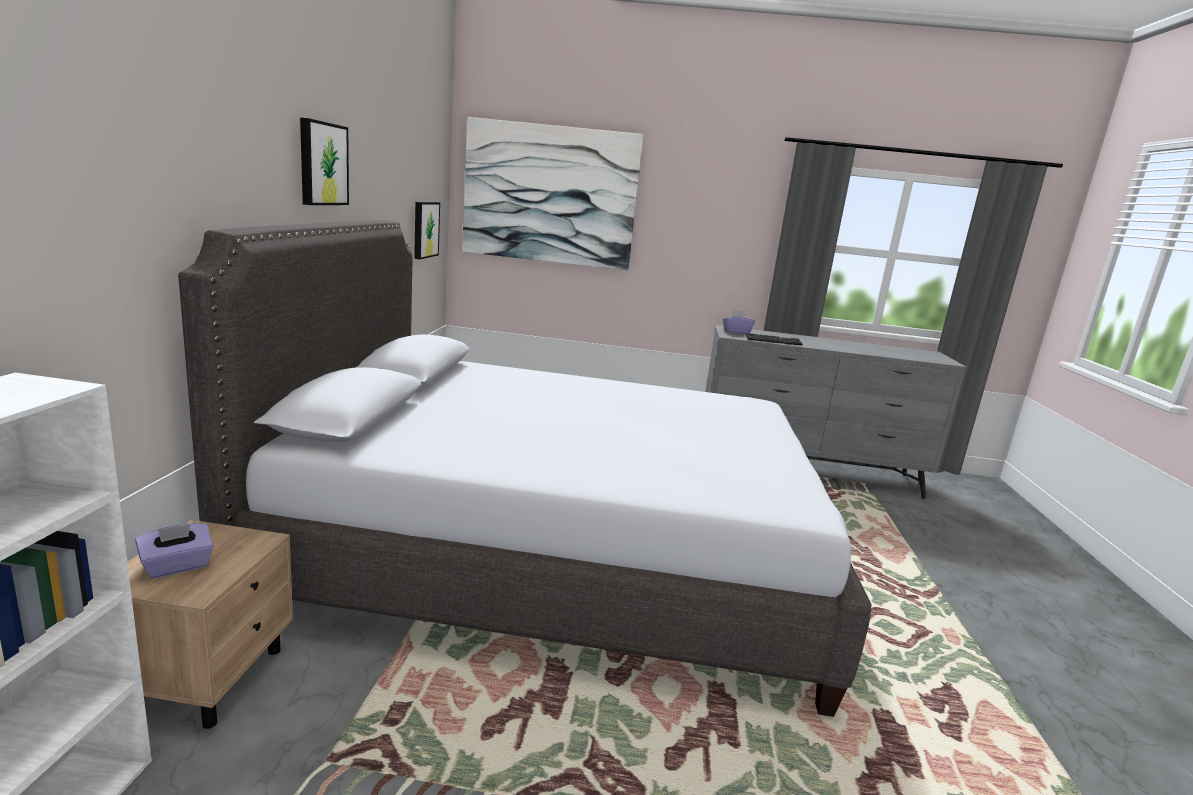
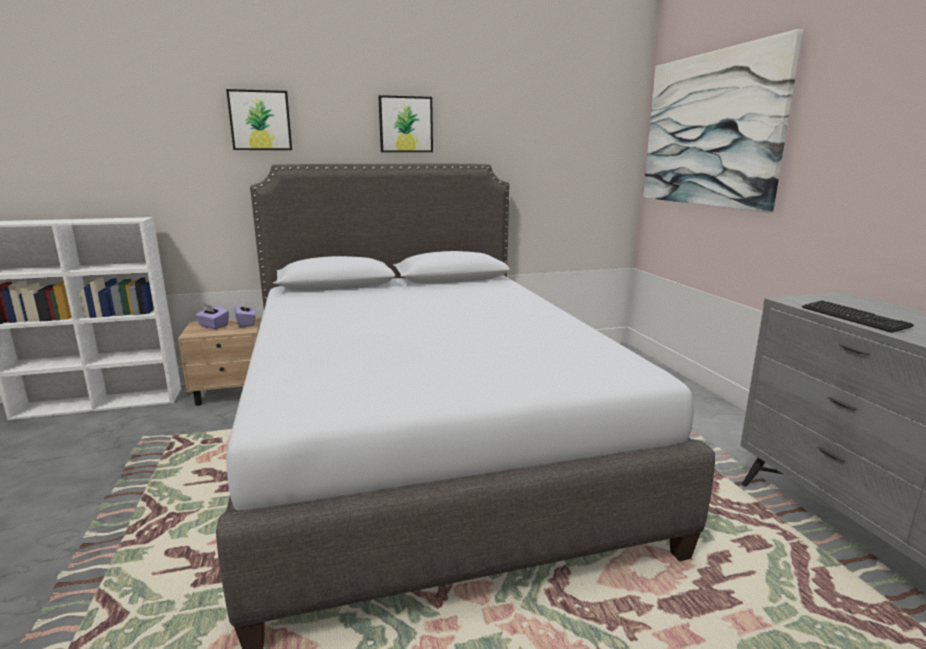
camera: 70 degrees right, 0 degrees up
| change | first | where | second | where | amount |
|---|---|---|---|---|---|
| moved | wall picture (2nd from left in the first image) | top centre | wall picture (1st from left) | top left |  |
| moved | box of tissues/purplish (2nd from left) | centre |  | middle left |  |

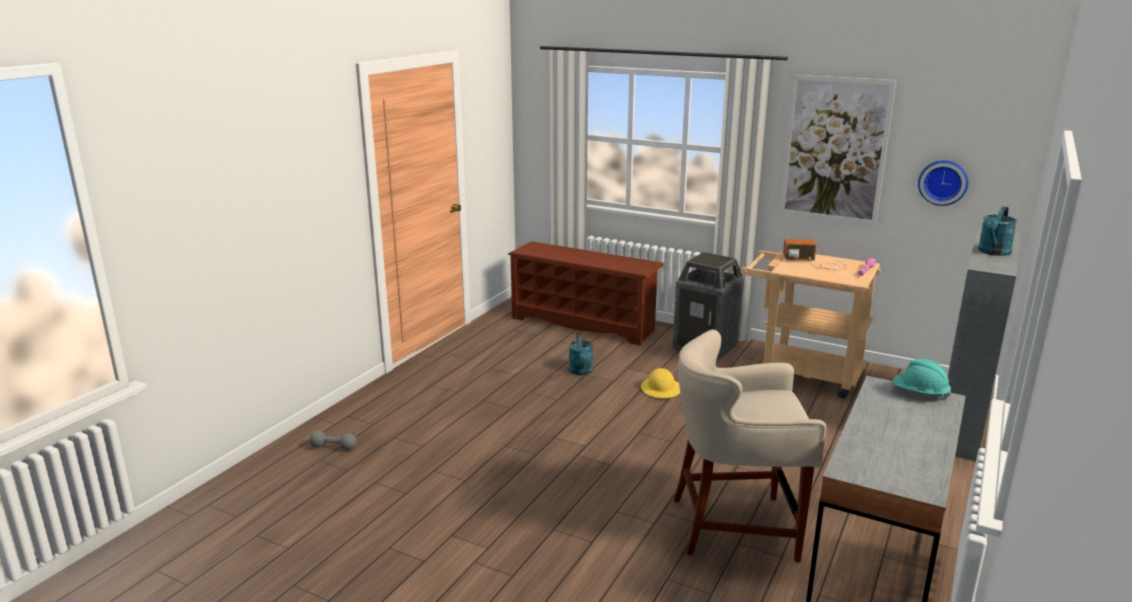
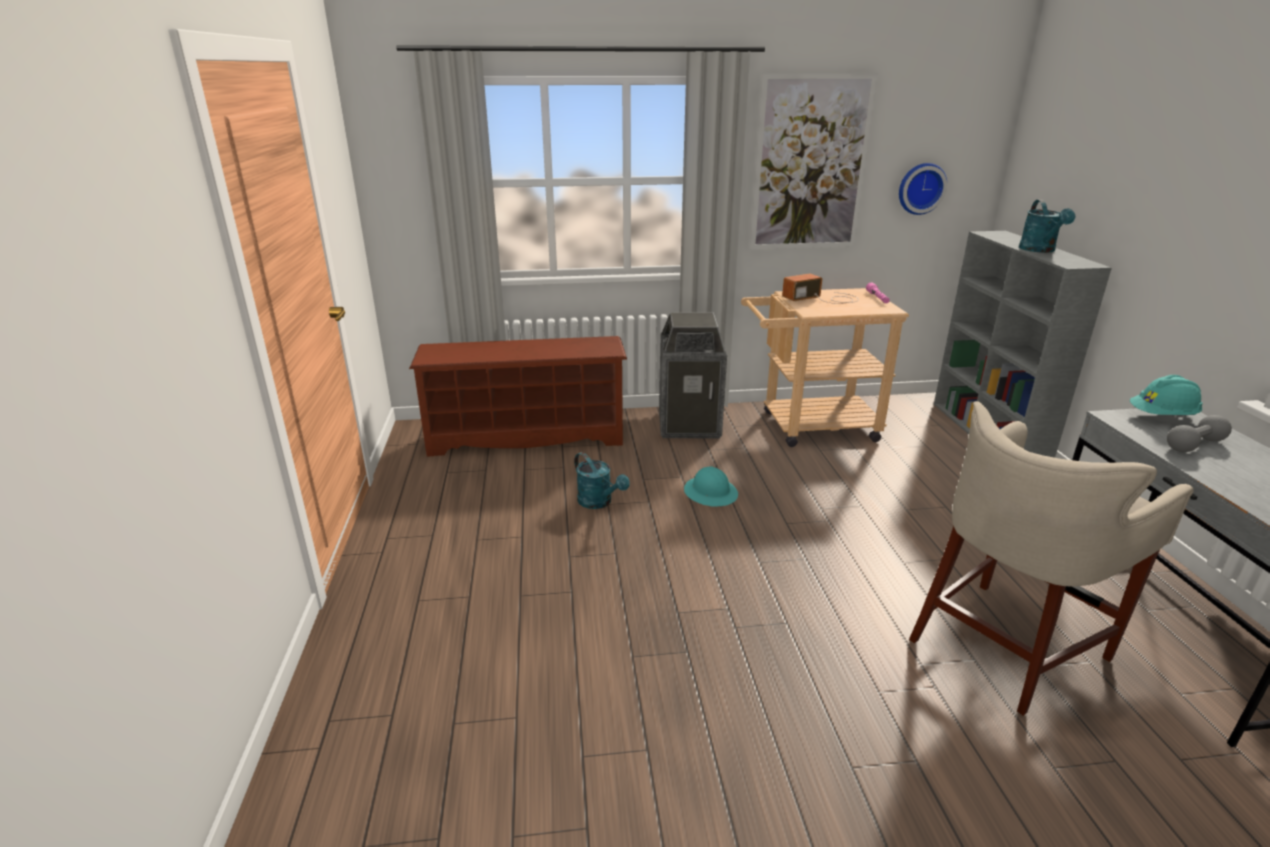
camera: 35 degrees left, 5 degrees up
| change | first | where | second | where | amount |
|---|---|---|---|---|---|
| recoloured | safety helmet/yellow | centre | safety helmet/turquoise-coloured (1st from left) | centre |  |
| moved | hand weight/grey | bottom left |  | middle right |  |

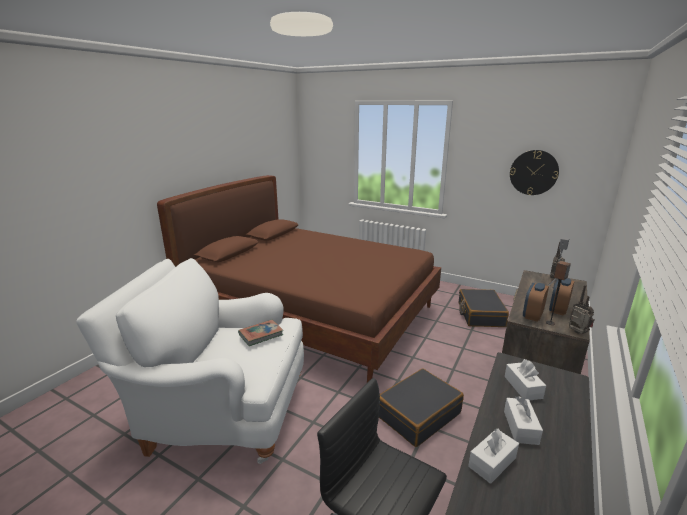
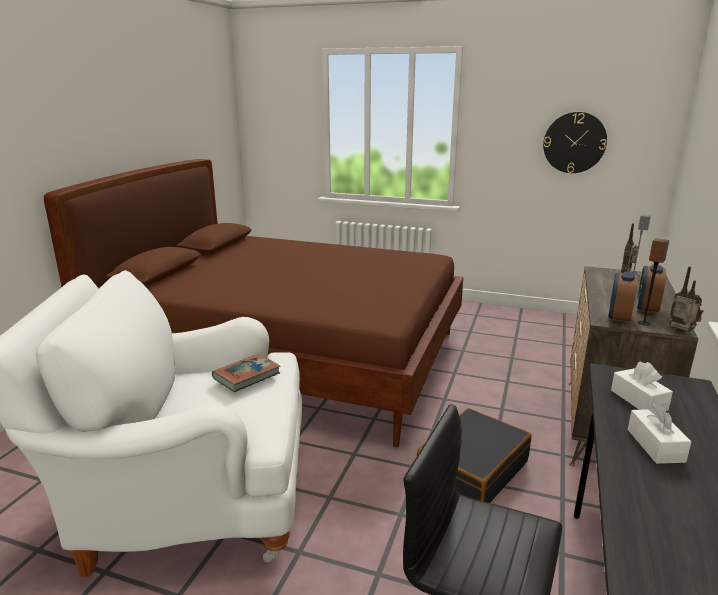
camera: 10 degrees left, 0 degrees up
| change | first | where | second | where | amount |
|---|---|---|---|---|---|
| removed | travel case/blackish (2nd from left) | middle right |  |  |  |
| removed | box of tissues/white-coloured (1st from left) | bottom right |  |  |  |

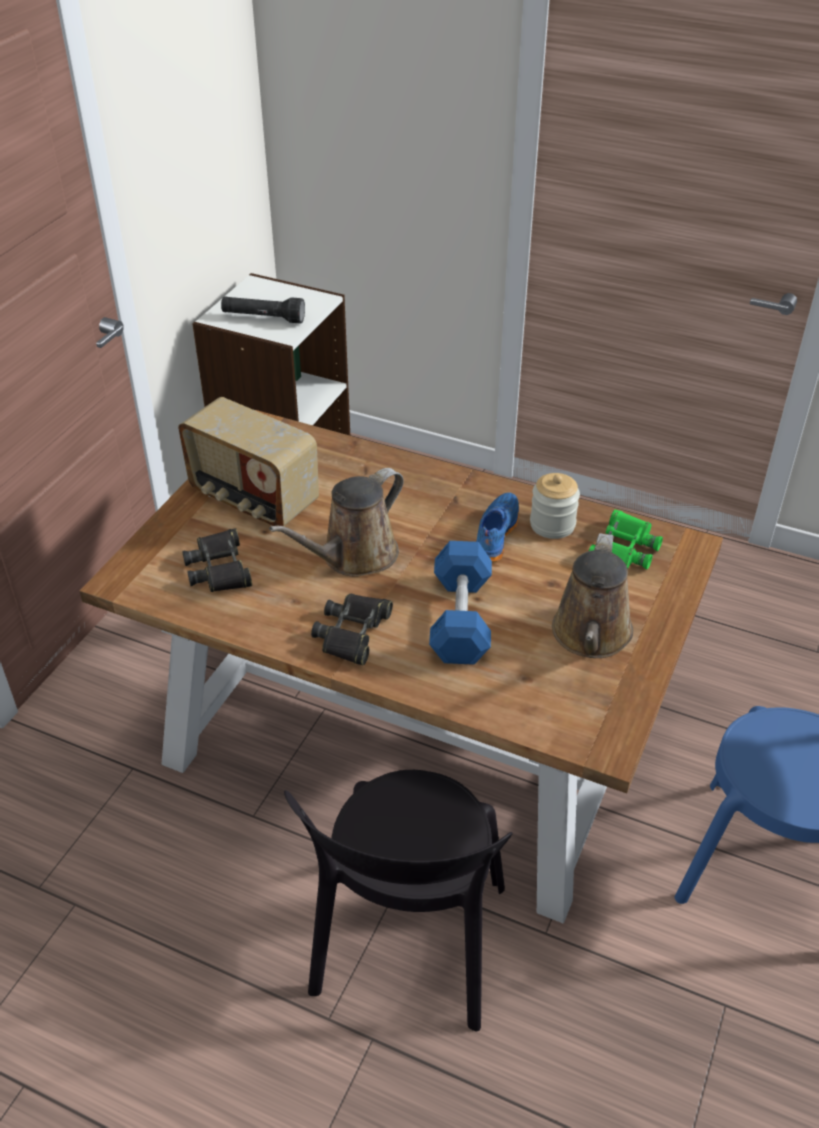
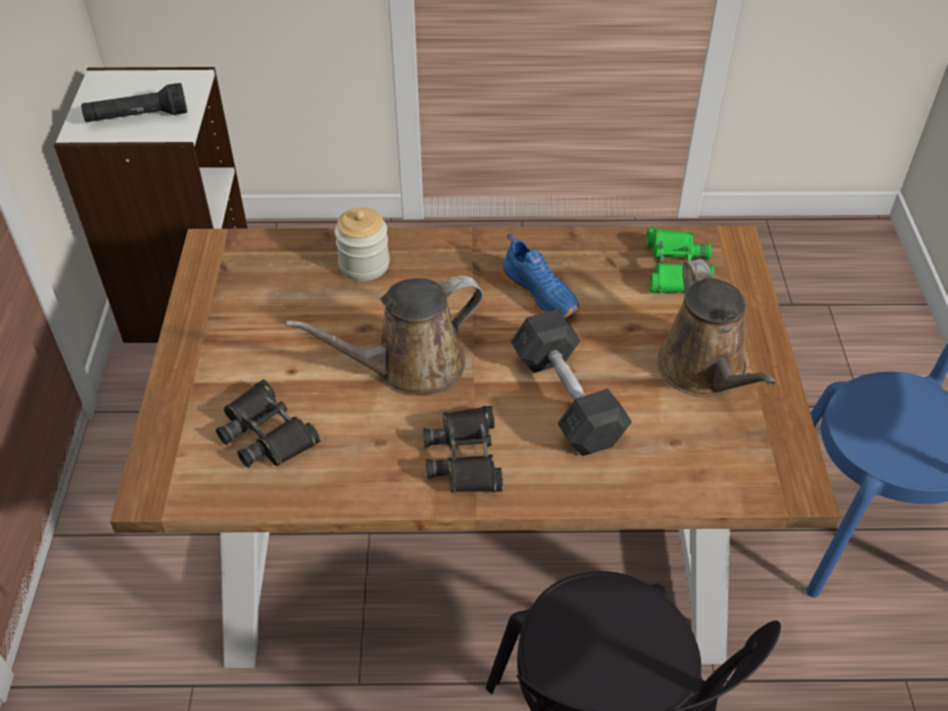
camera: 25 degrees left, 5 degrees up
| change | first | where | second | where | amount |
|---|---|---|---|---|---|
| removed | radio | middle left |  |  |  |
| turned | sprinkling can/brown-coloured (1st from left) | centre |  | centre | 45 degrees clockwise |
| moved | storage jar | middle right |  | centre |  |
| turned | item of footwear/blue-coloured | centre |  | centre | 150 degrees clockwise |
| recoloured | hand weight/blue-coloured | centre | hand weight/grey | centre |  |

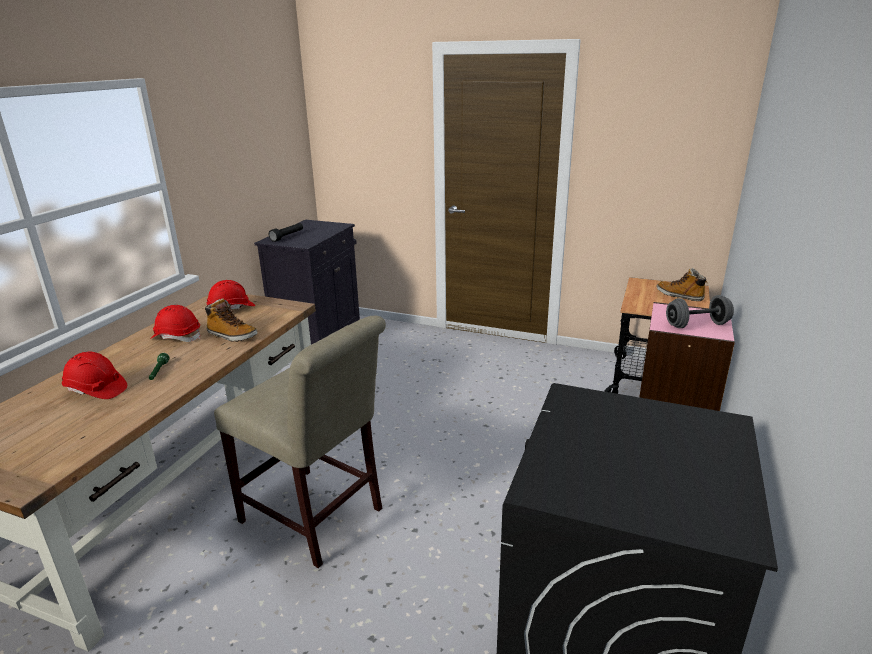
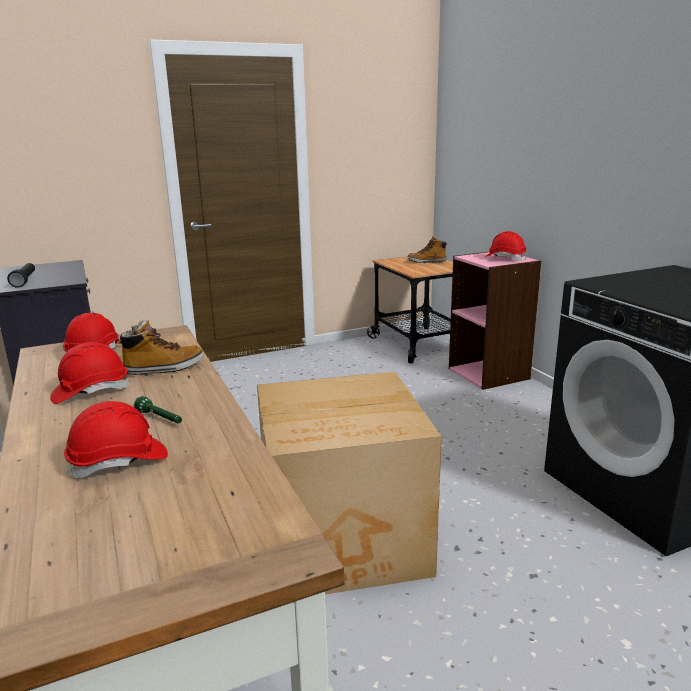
camera: 45 degrees left, 5 degrees down
| change | first | where | second | where | amount |
|---|---|---|---|---|---|
| replaced | hand weight/grey | middle right | safety helmet/reddish (4th from left) | middle right |  |
| replaced | upright chair/beige | bottom centre | cardboard box | bottom centre |  |

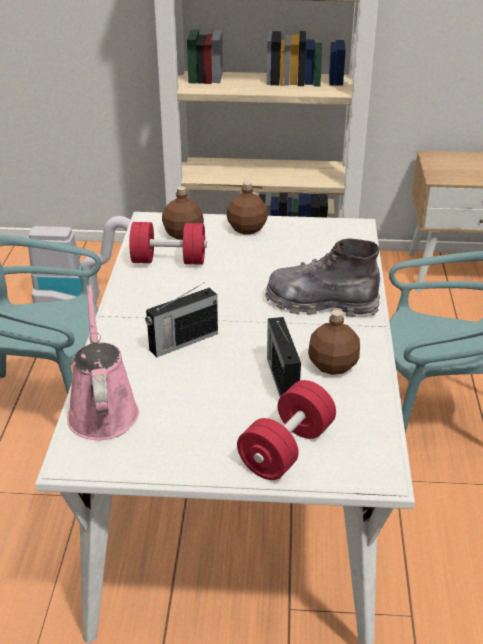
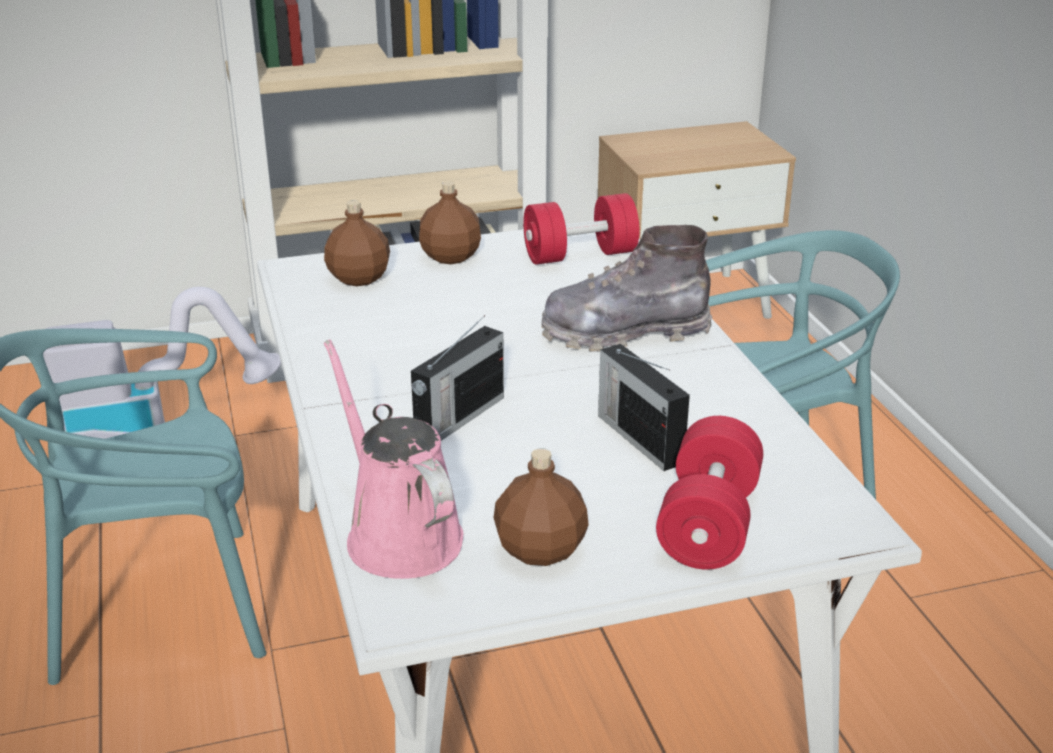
camera: 20 degrees left, 5 degrees down
| change | first | where | second | where | amount |
|---|---|---|---|---|---|
| moved | hand weight/reddish (1st from left) | centre |  | top centre |  |
| moved | drink bottle/brown-coloured (3rd from left) | middle right |  | bottom centre |  |

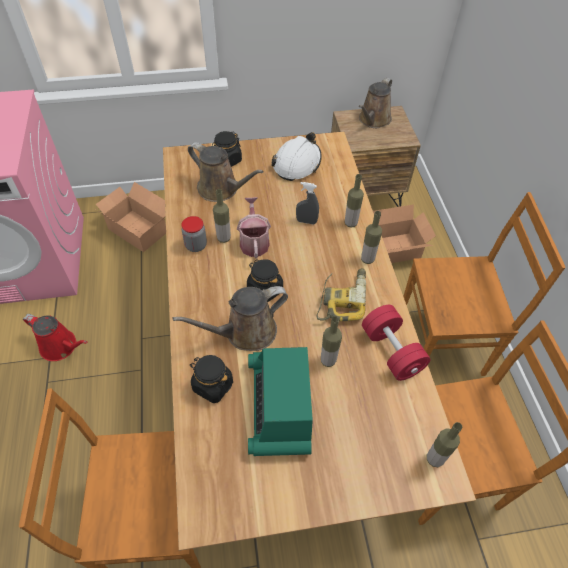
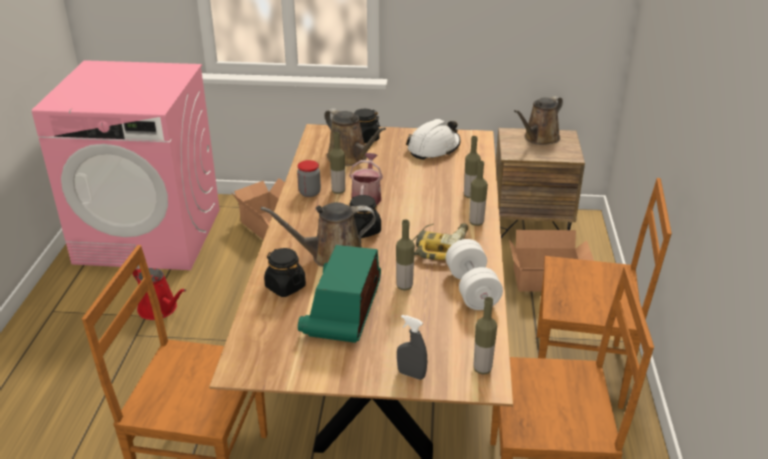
camera: 15 degrees right, 20 degrees down
| change | first | where | second | where | amount |
|---|---|---|---|---|---|
| moved | sprayer/grey | centre |  | bottom centre |  |
| recoloured | hand weight/reddish | middle right | hand weight/white-coloured | centre |  |

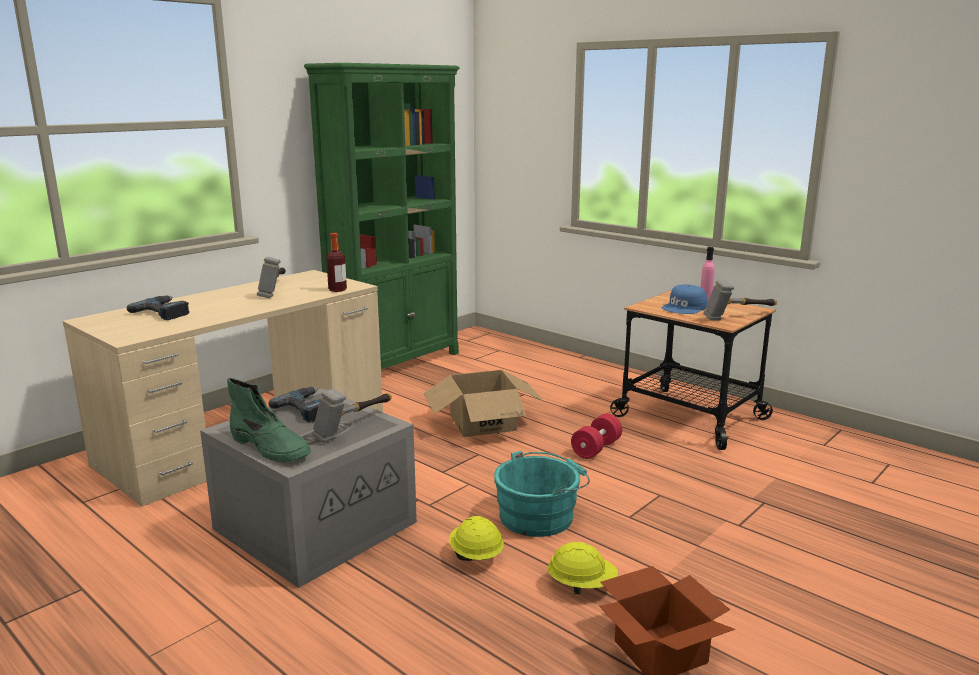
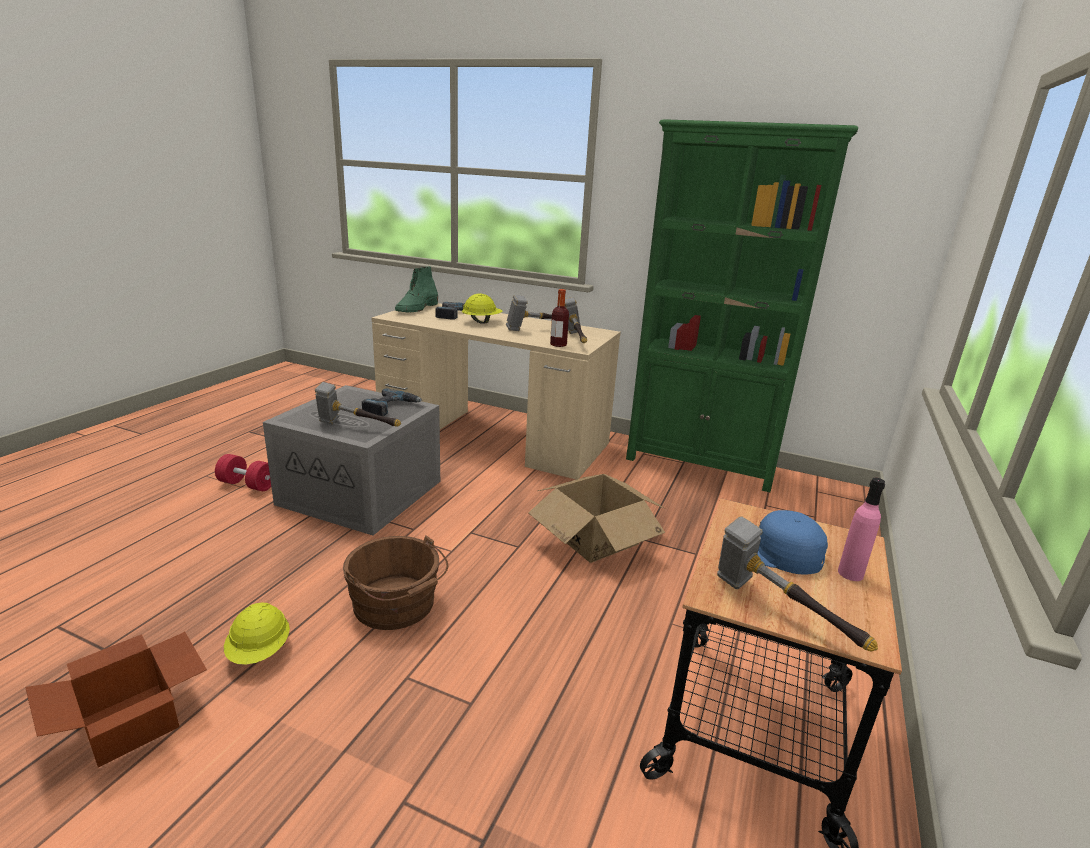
camera: 70 degrees right, 5 degrees up
| change | first | where | second | where | amount |
|---|---|---|---|---|---|
| moved | tall boot/greenish | middle left |  | centre |  |
| moved | hand weight/reddish | centre |  | middle left |  |
| recoloured | bucket/turquoise-coloured | bottom centre | bucket/brown-coloured | bottom centre |  |
| moved | safety helmet/yellow (1st from left in the first image) | bottom centre | safety helmet/yellow (2nd from left) | centre |  |
| added |  |  | hammer (3rd from left) | centre |  |

